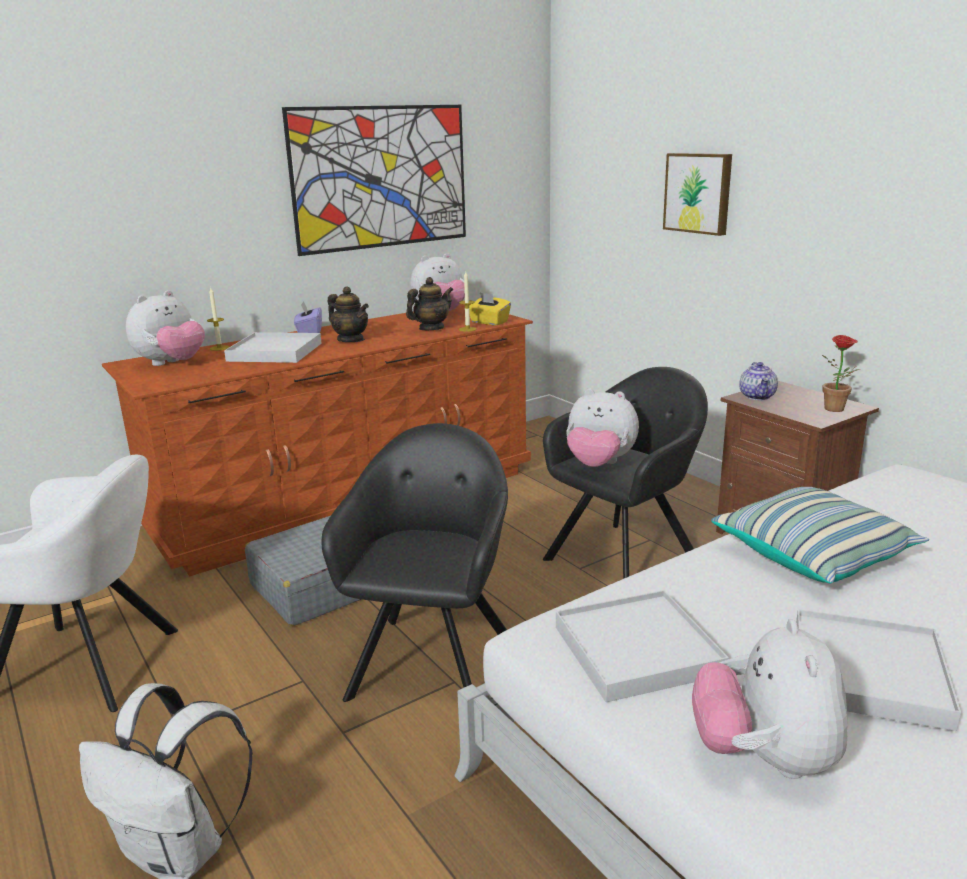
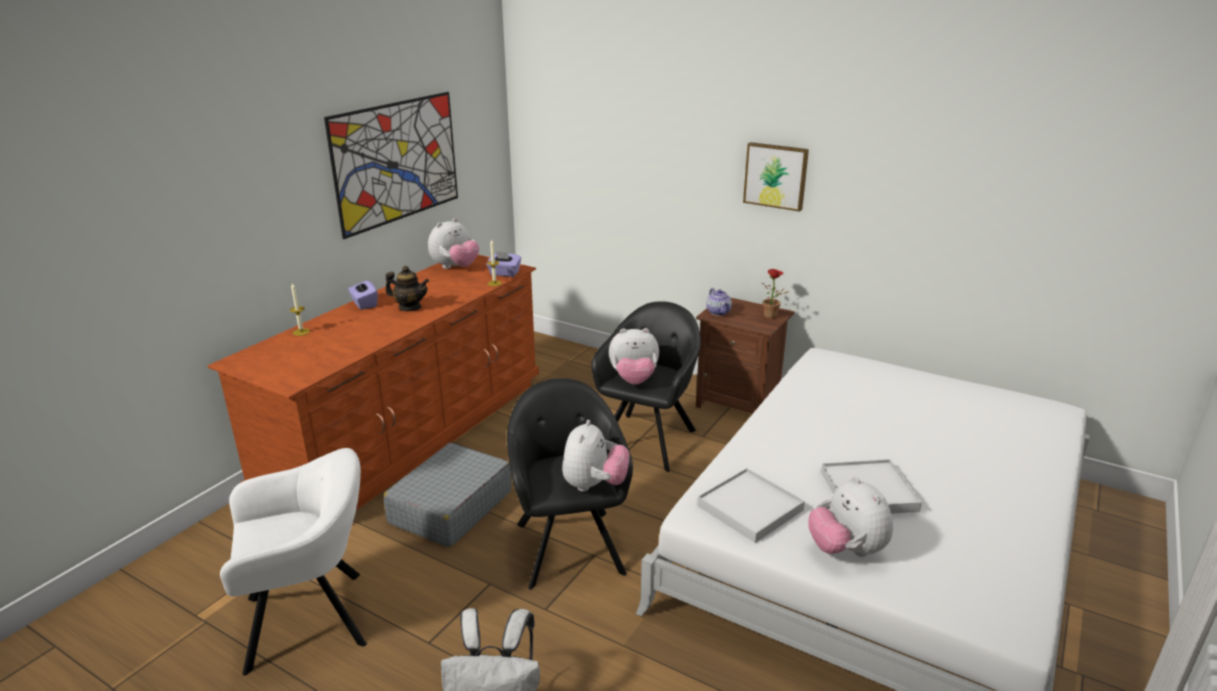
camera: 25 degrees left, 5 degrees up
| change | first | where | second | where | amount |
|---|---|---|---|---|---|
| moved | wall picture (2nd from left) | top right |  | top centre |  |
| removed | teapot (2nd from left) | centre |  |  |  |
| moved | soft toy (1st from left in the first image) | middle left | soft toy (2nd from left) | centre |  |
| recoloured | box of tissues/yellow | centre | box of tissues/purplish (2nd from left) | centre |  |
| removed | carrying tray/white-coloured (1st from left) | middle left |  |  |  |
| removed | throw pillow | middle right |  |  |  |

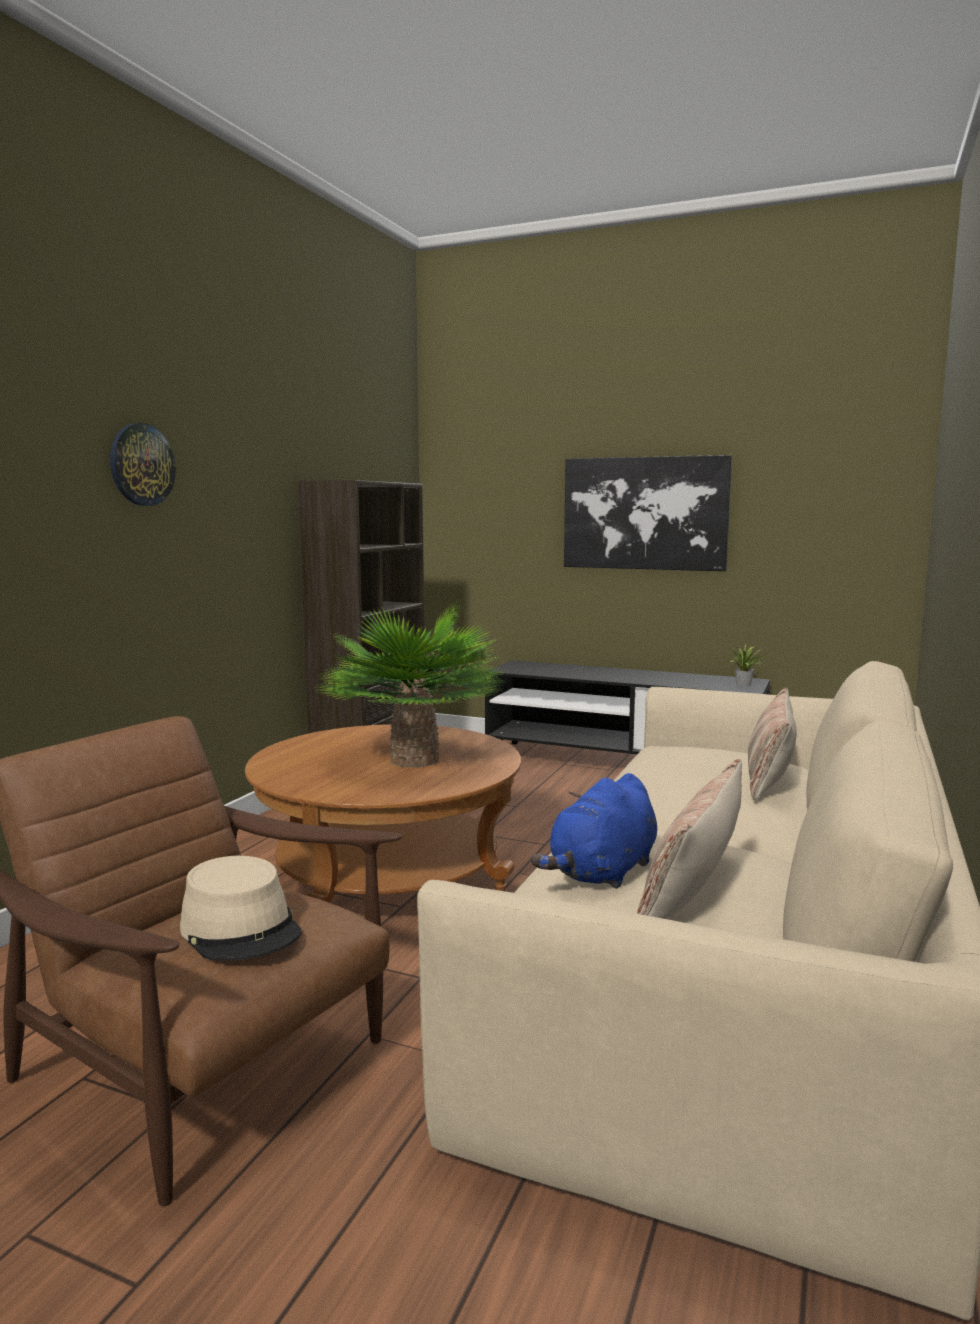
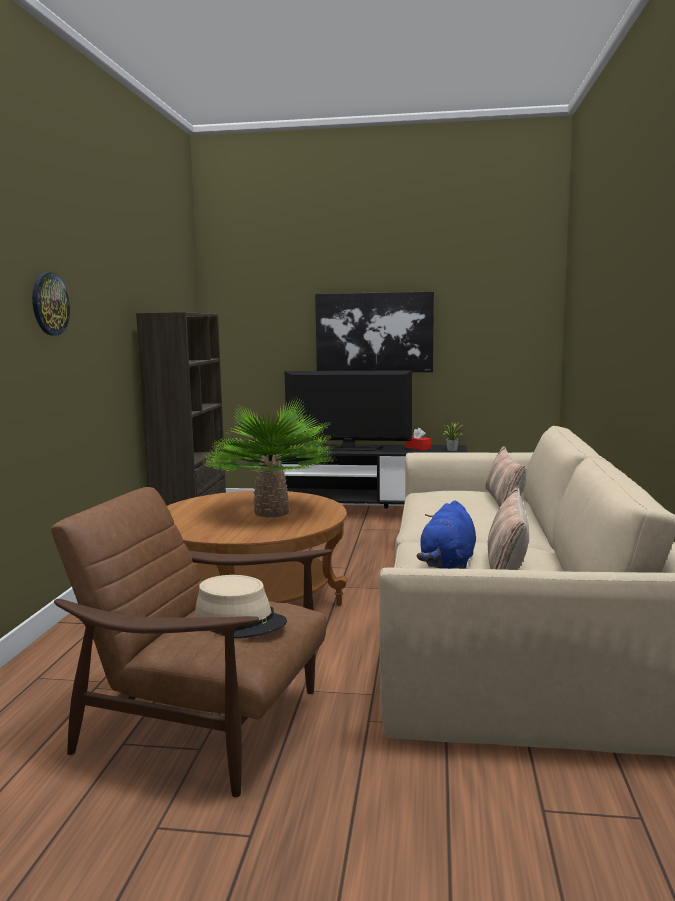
camera: 15 degrees left, 0 degrees up
| change | first | where | second | where | amount |
|---|---|---|---|---|---|
| added |  |  | TV set | centre |  |
| added |  |  | box of tissues/reddish | centre |  |

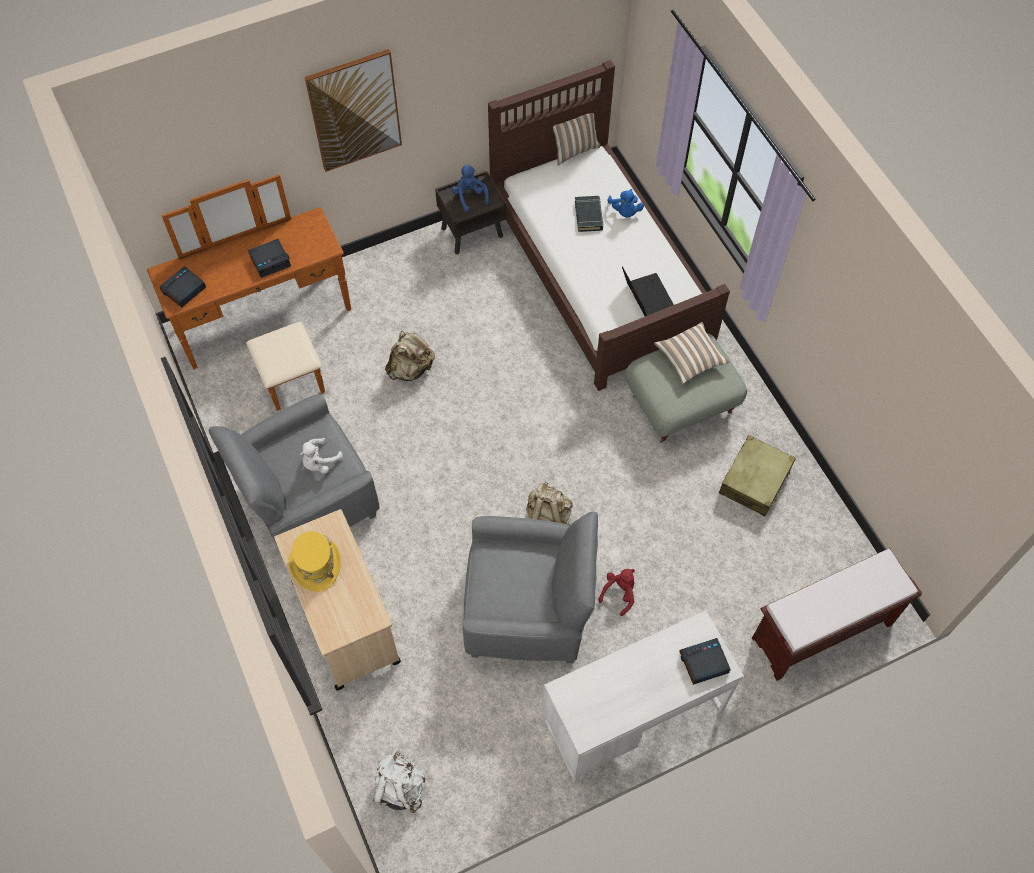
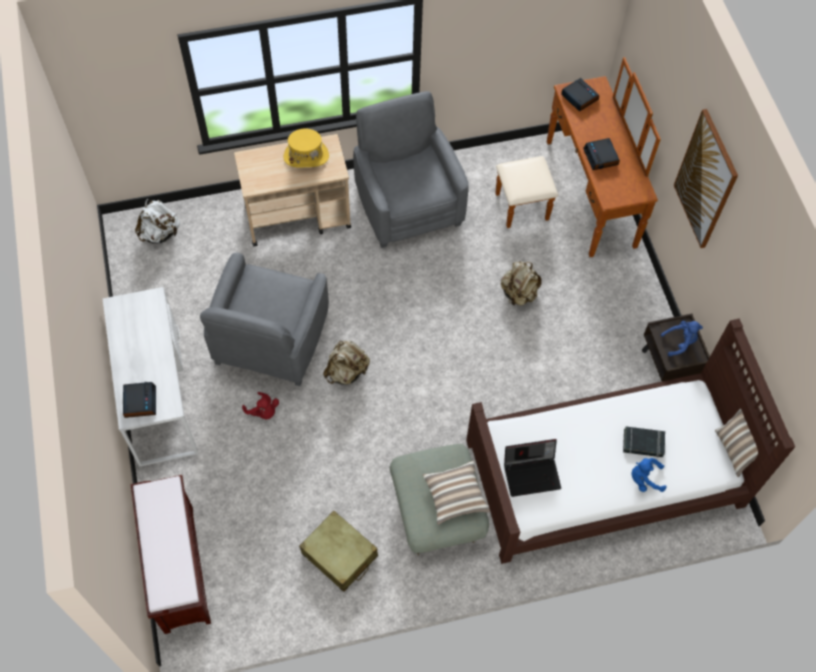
camera: 100 degrees right, 0 degrees up
| change | first | where | second | where | amount |
|---|---|---|---|---|---|
| removed | soft toy/white-coloured | middle left |  |  |  |

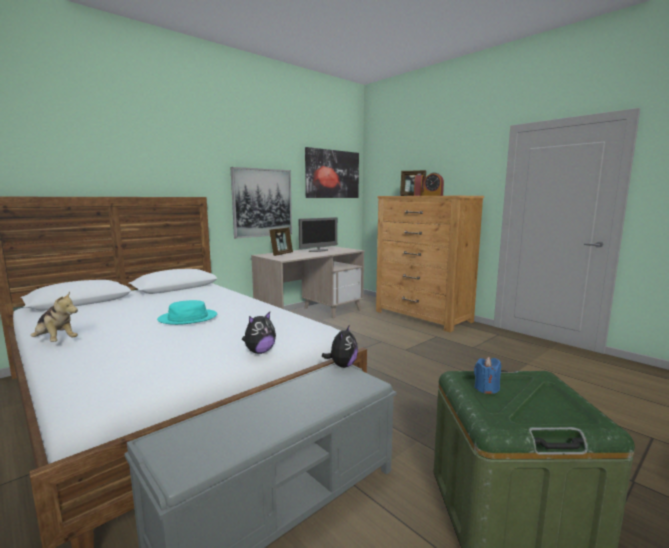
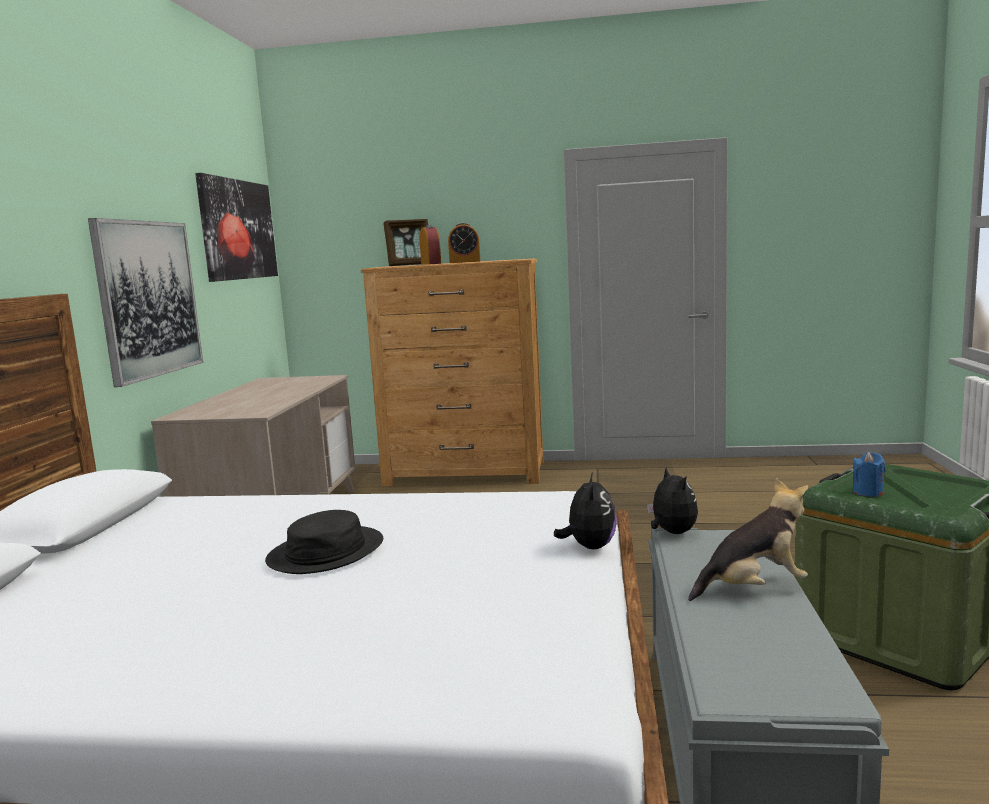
camera: 40 degrees left, 0 degrees up
| change | first | where | second | where | amount |
|---|---|---|---|---|---|
| removed | computer screen | centre |  |  |  |
| removed | standing frame (1st from left) | centre |  |  |  |
| moved | soft toy (1st from left in the first image) | middle left | soft toy (3rd from left) | bottom right |  |
| recoloured | wearable hat/turquoise-coloured | middle left | wearable hat/blackish | bottom left |  |

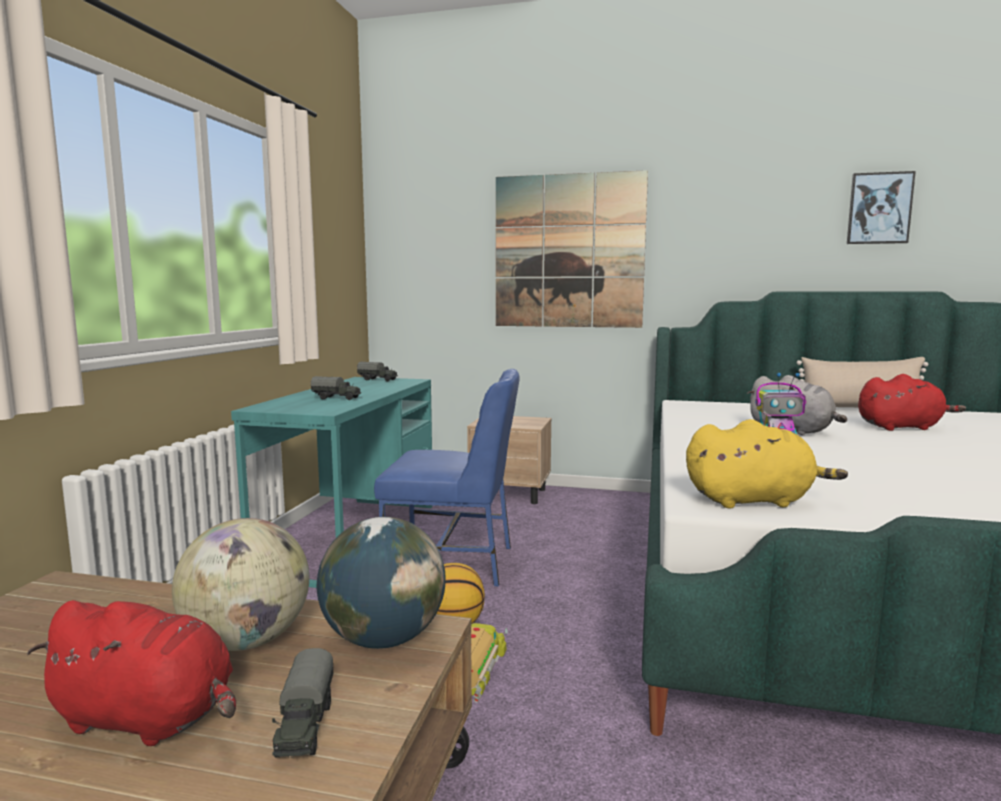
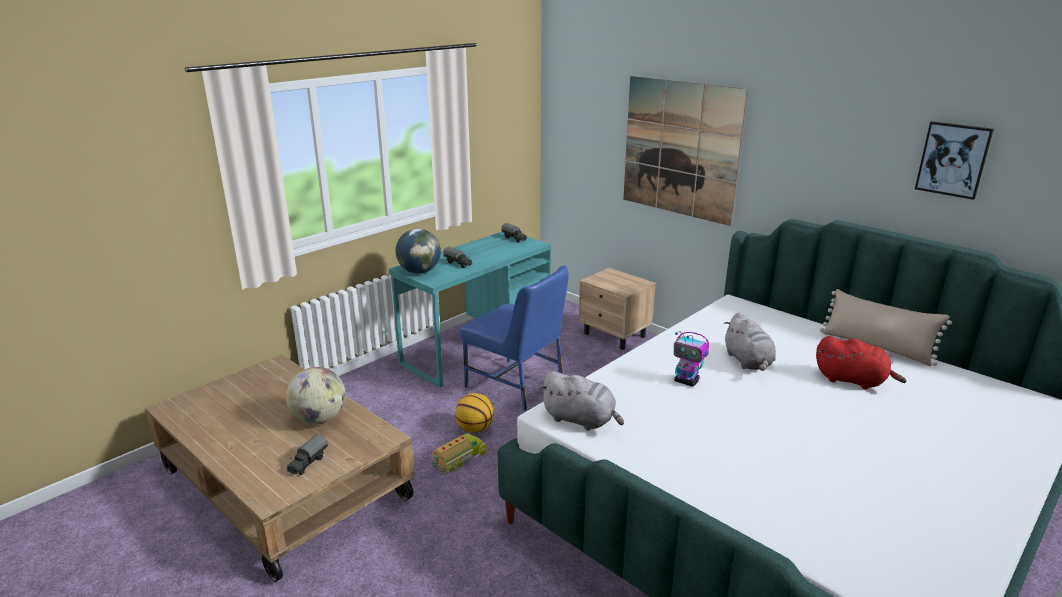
camera: 30 degrees right, 15 degrees up
| change | first | where | second | where | amount |
|---|---|---|---|---|---|
| recoloured | soft toy/yellow | middle right | soft toy/grey (1st from left) | bottom centre |  |
| moved | desk globe (2nd from left) | bottom centre |  | centre |  |
| removed | soft toy/reddish (1st from left) | bottom left |  |  |  |

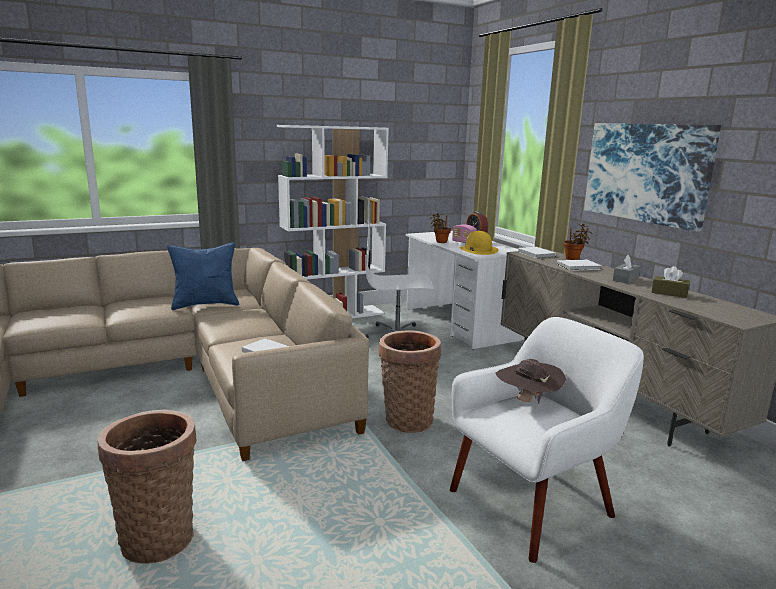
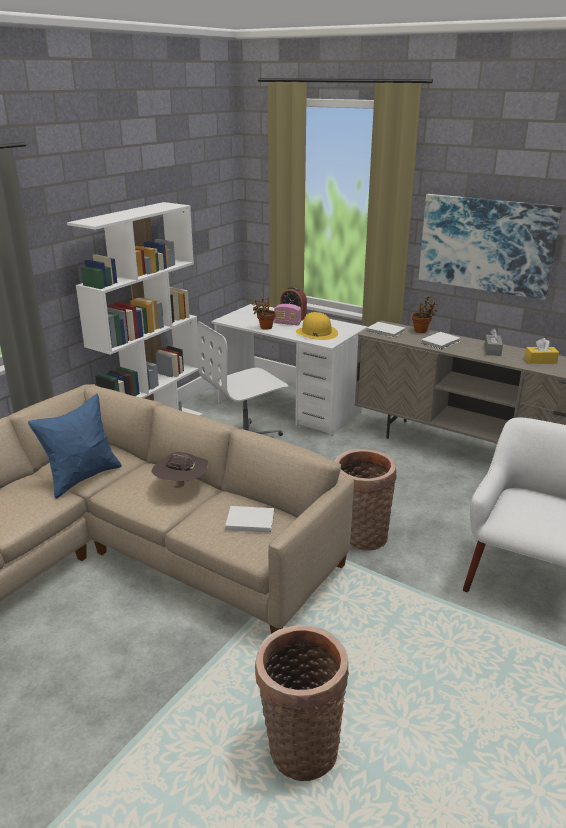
camera: 30 degrees left, 10 degrees up
| change | first | where | second | where | amount |
|---|---|---|---|---|---|
| recoloured | box of tissues/brown-coloured | middle right | box of tissues/yellow | middle right |  |
| moved | wearable hat/brown-coloured | middle right |  | middle left |  |

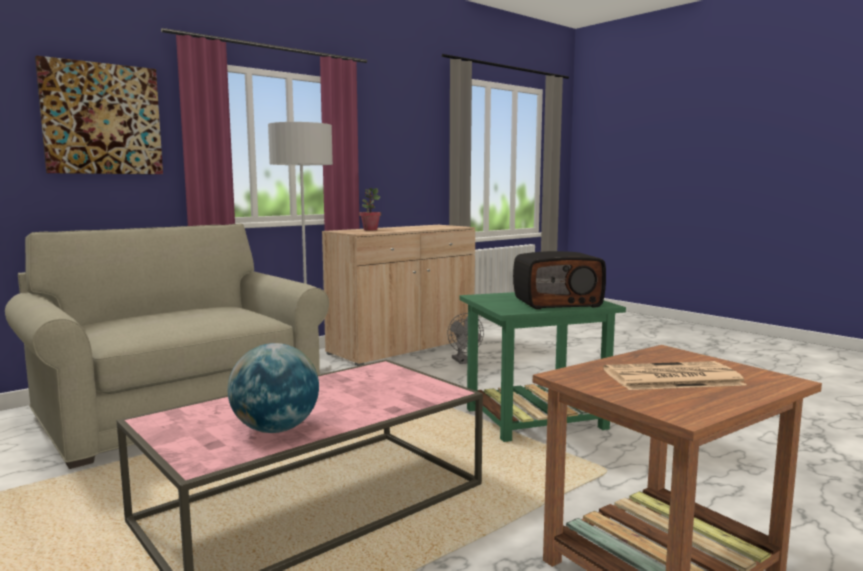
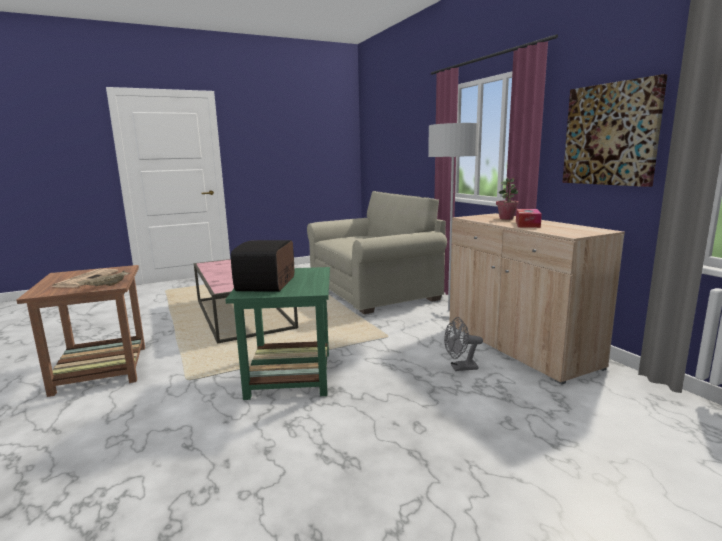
camera: 105 degrees right, 5 degrees up
| change | first | where | second | where | amount |
|---|---|---|---|---|---|
| moved | wall picture | top left |  | top right |  |
| removed | desk globe | bottom left |  |  |  |
| added |  |  | box of tissues | middle right |  |
| added |  |  | carrying tray/beige | middle left |  |

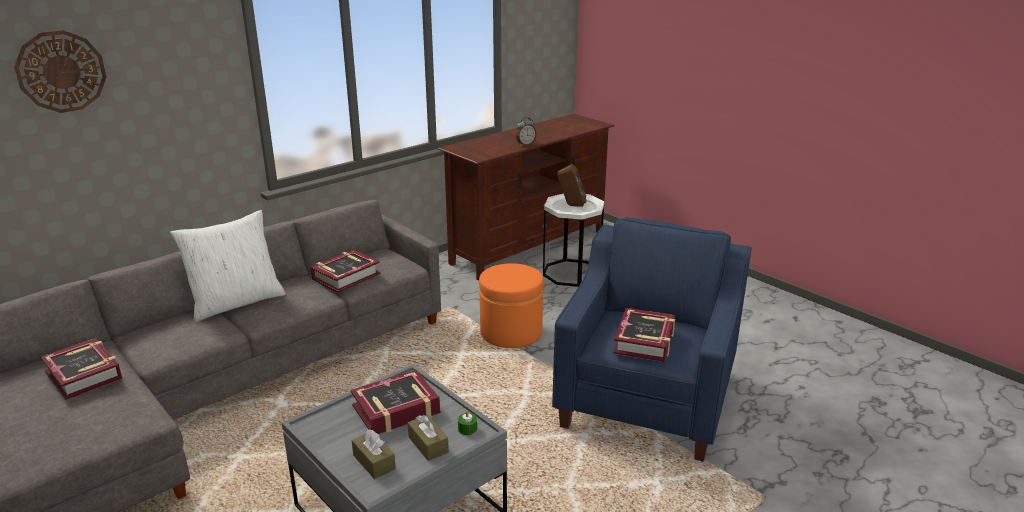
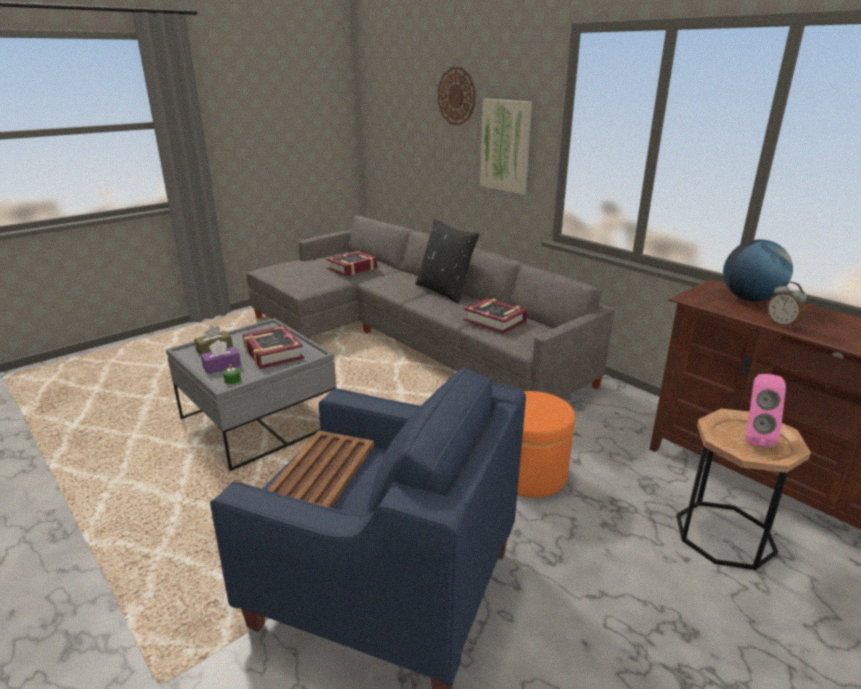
camera: 90 degrees right, 0 degrees up
| change | first | where | second | where | amount |
|---|---|---|---|---|---|
| recoloured | speaker/brown-coloured | centre | speaker/pinkish | middle right |  |
| recoloured | end table/white-coloured | centre | end table/brown-coloured | bottom right |  |
| recoloured | throw pillow/white-coloured | middle left | throw pillow/blackish | centre |  |
| replaced | bound book (4th from left) | centre | carrying tray/brown-coloured | bottom centre |  |
| recoloured | box of tissues/brown-coloured (2nd from left) | bottom centre | box of tissues/purplish | middle left |  |
| added |  |  | wall picture | top centre |  |
| added |  |  | desk globe | middle right |  |

